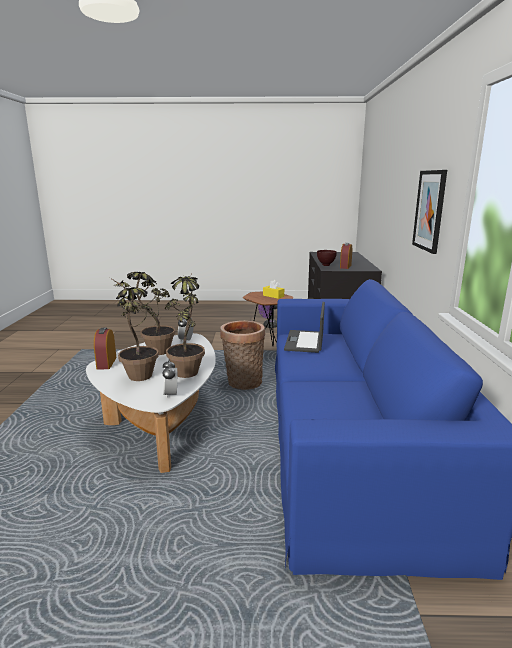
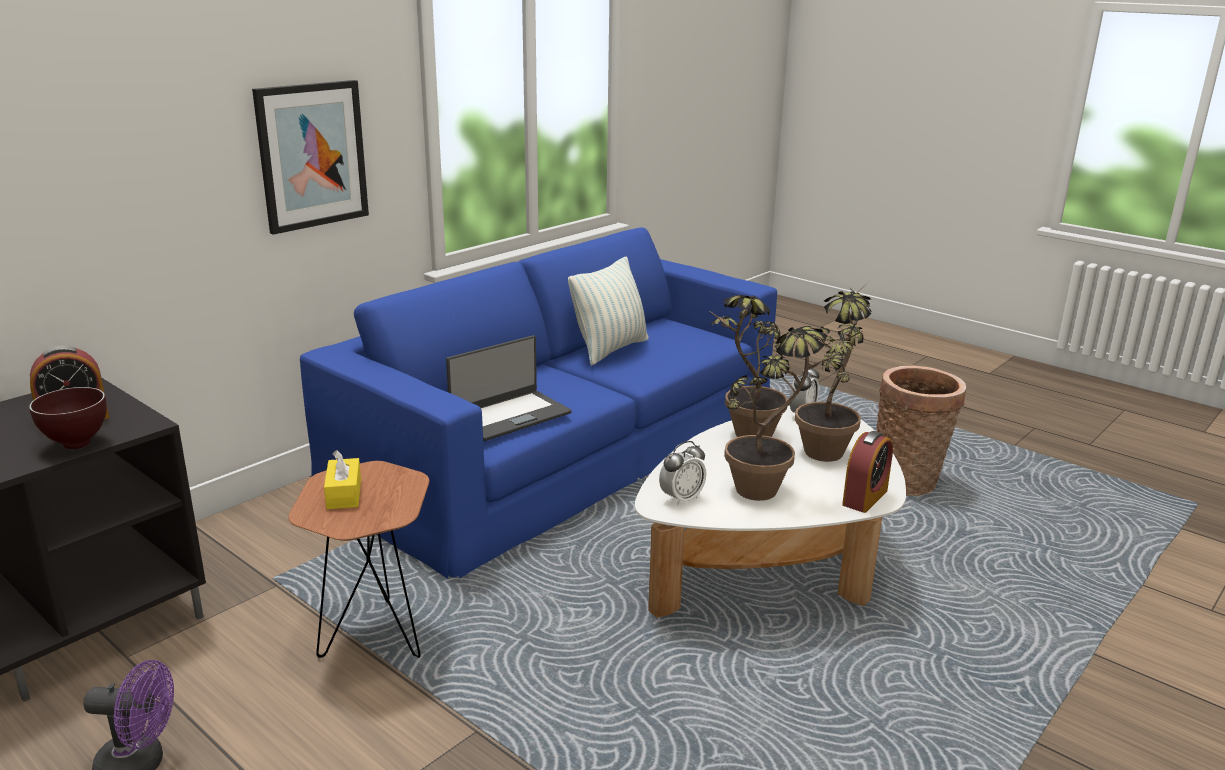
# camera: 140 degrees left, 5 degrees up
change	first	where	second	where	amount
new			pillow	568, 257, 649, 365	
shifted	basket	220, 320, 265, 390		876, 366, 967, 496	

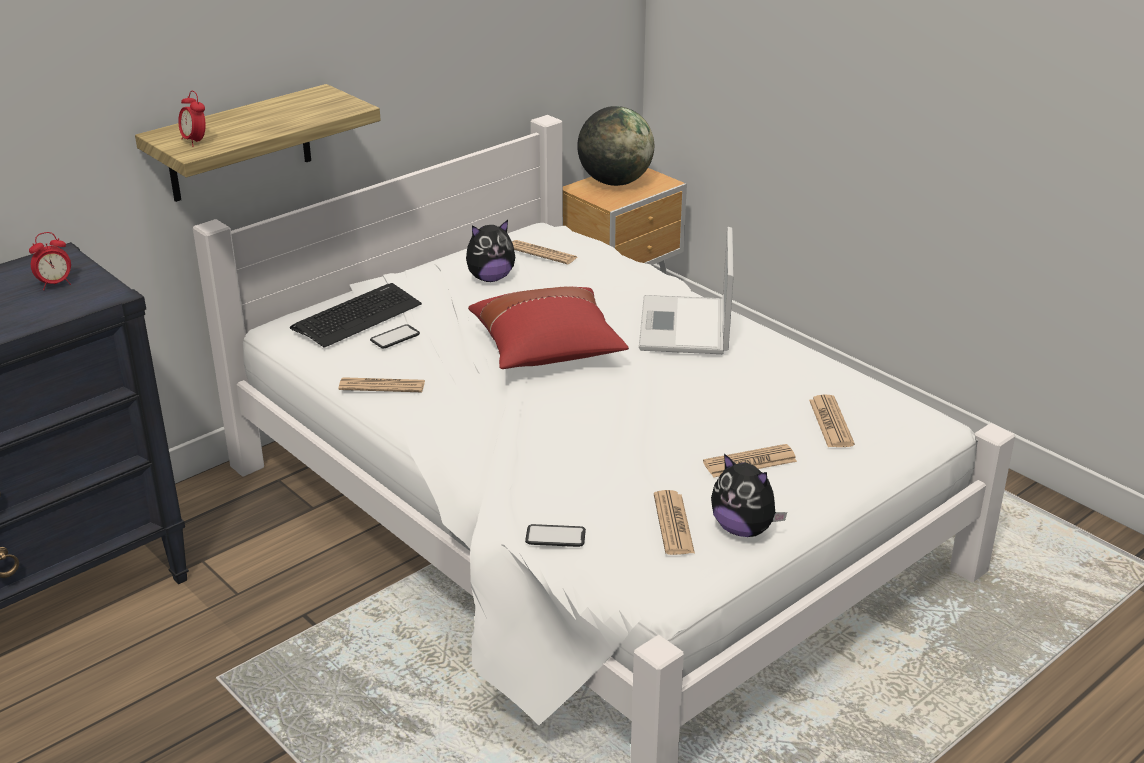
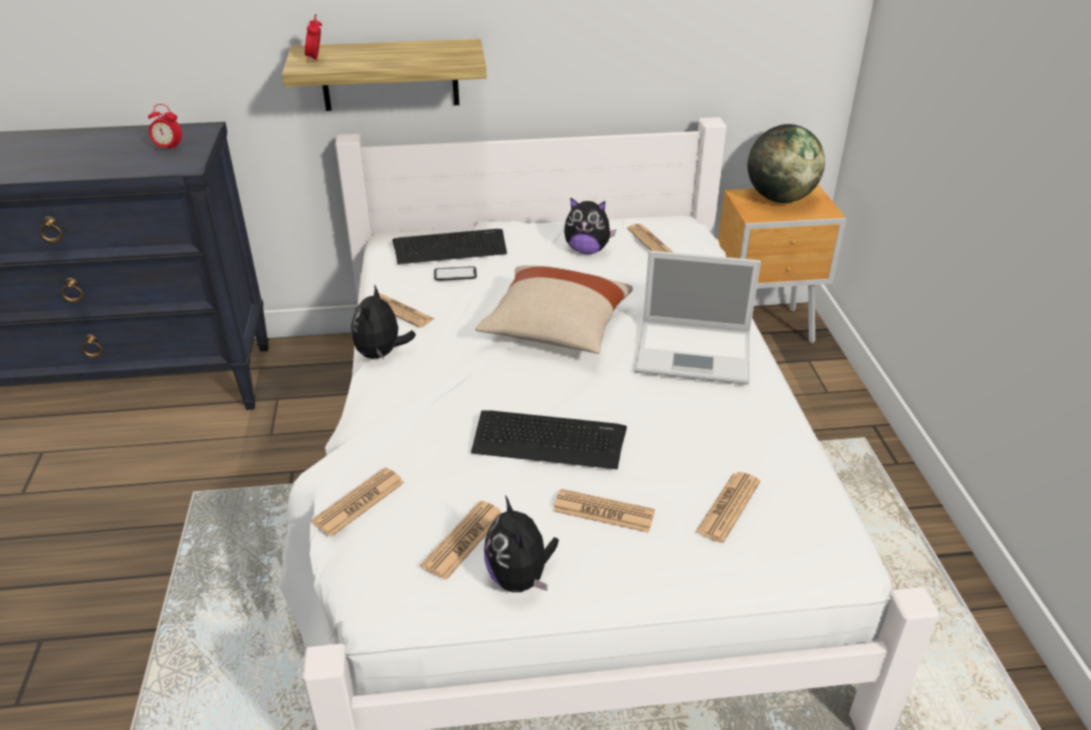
# camera: 35 degrees right, 5 degrees up
change	first	where	second	where	amount
swapped	phone	525, 524, 586, 547	newspaper	311, 468, 404, 537	
new			plush toy	351, 284, 416, 359	
new			keyboard	471, 410, 627, 470	
repainted	red pillow	468, 286, 629, 369	beige pillow	475, 265, 633, 354	
rotated	laptop	639, 227, 734, 354		635, 251, 761, 385	120 degrees counterclockwise

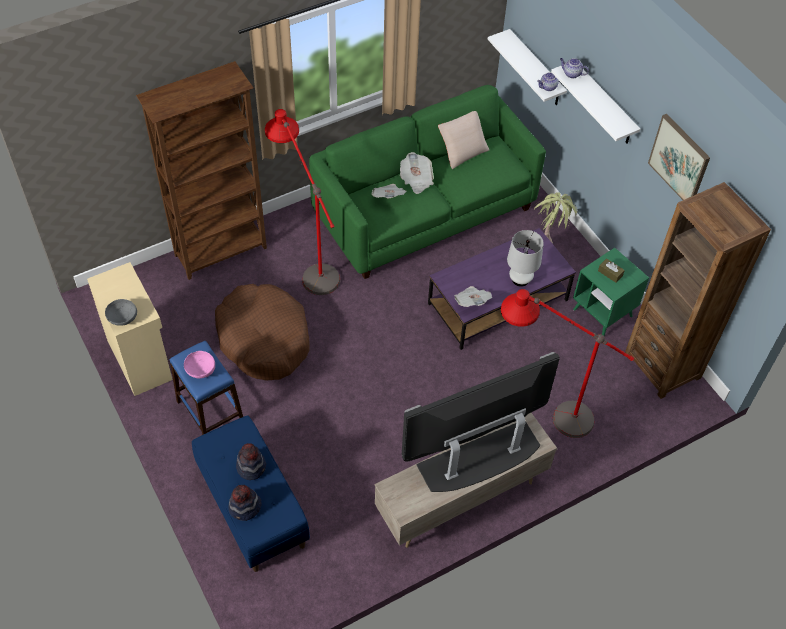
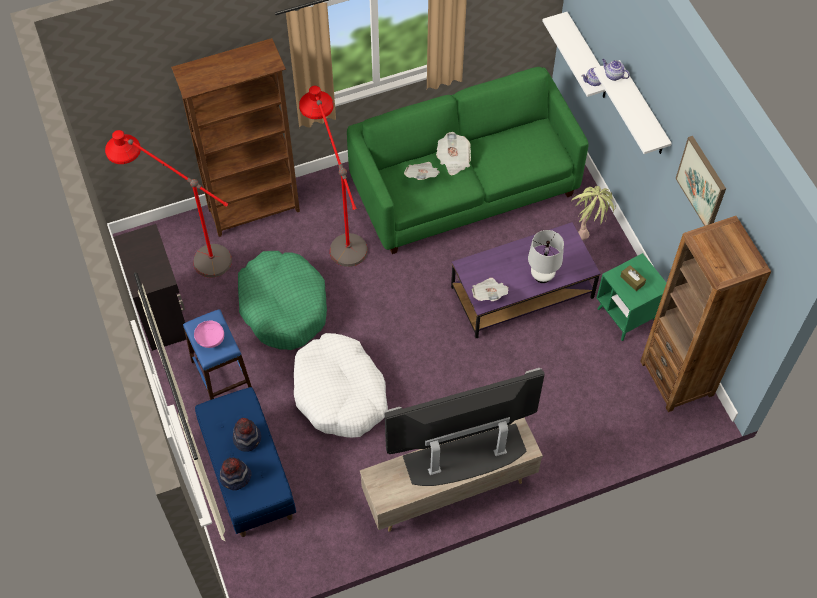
# camera: 10 degrees right, 5 degrees up
change	first	where	second	where	amount
shifted	red floor lamp	501, 289, 634, 438		105, 130, 232, 278	
repainted	beige cabinet	87, 262, 173, 396	black cabinet	113, 224, 186, 351	
repainted	brown dog bed	215, 284, 310, 380	green dog bed	238, 251, 327, 350	
new			white dog bed	294, 333, 388, 438	
gone	grey bowl	105, 299, 137, 326			
gone	beige pillow	438, 111, 489, 169			

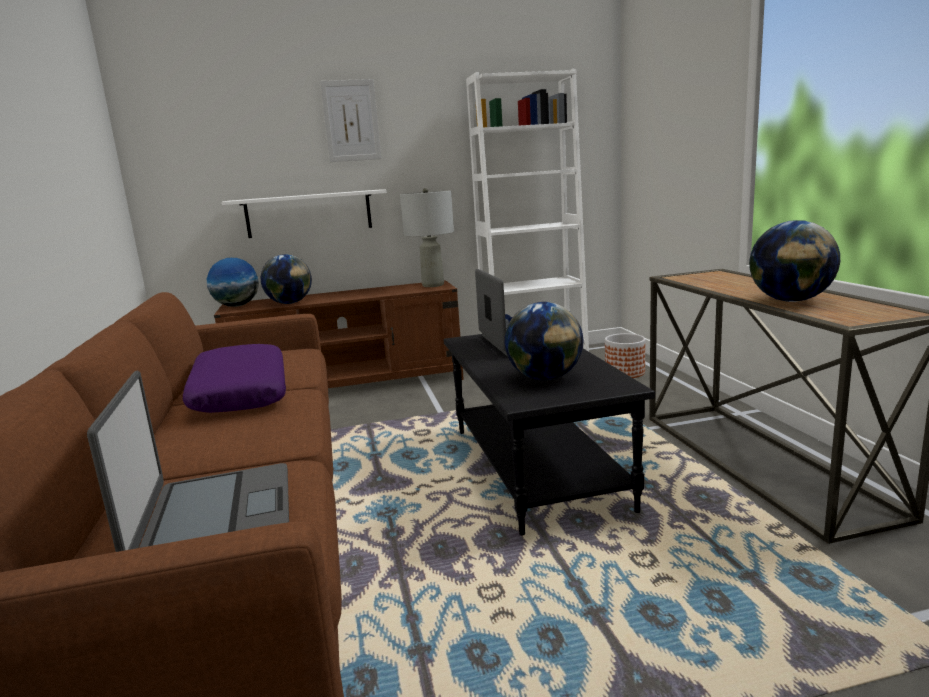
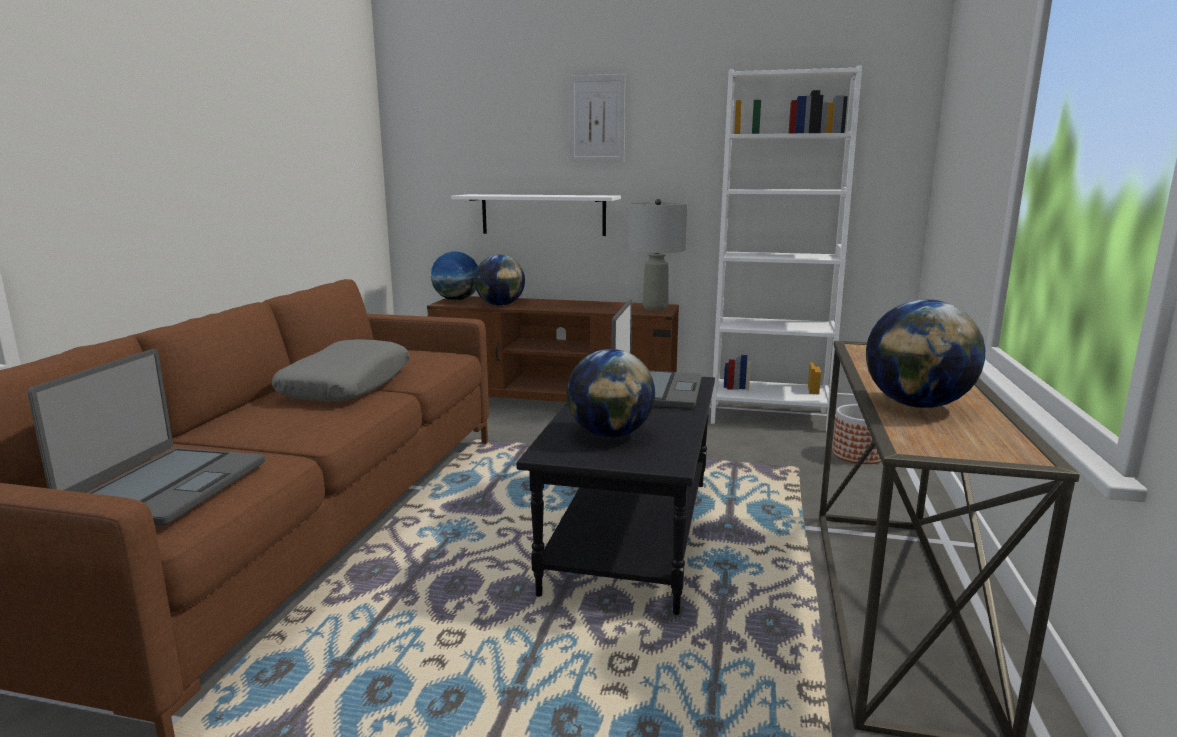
# camera: 25 degrees right, 0 degrees up
change	first	where	second	where	amount
repainted	purple pillow	183, 344, 286, 413	grey pillow	272, 339, 409, 402	

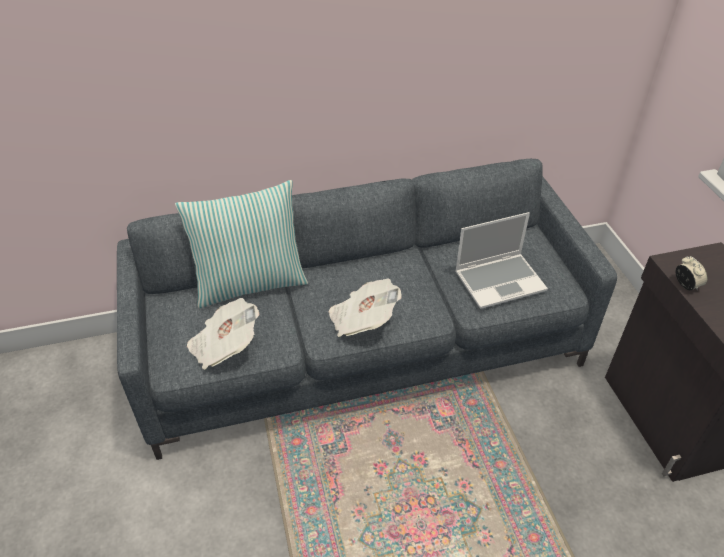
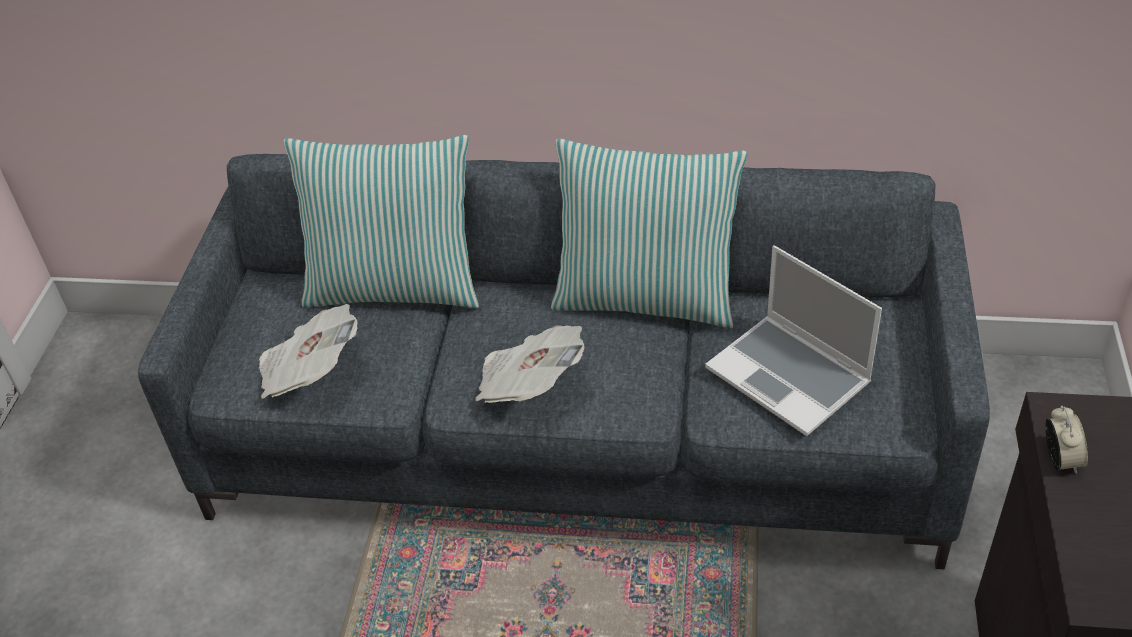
# camera: 25 degrees right, 0 degrees up
change	first	where	second	where	amount
new			pillow	551, 139, 747, 328	
rotated	laptop	455, 212, 548, 309		705, 245, 882, 436	45 degrees clockwise

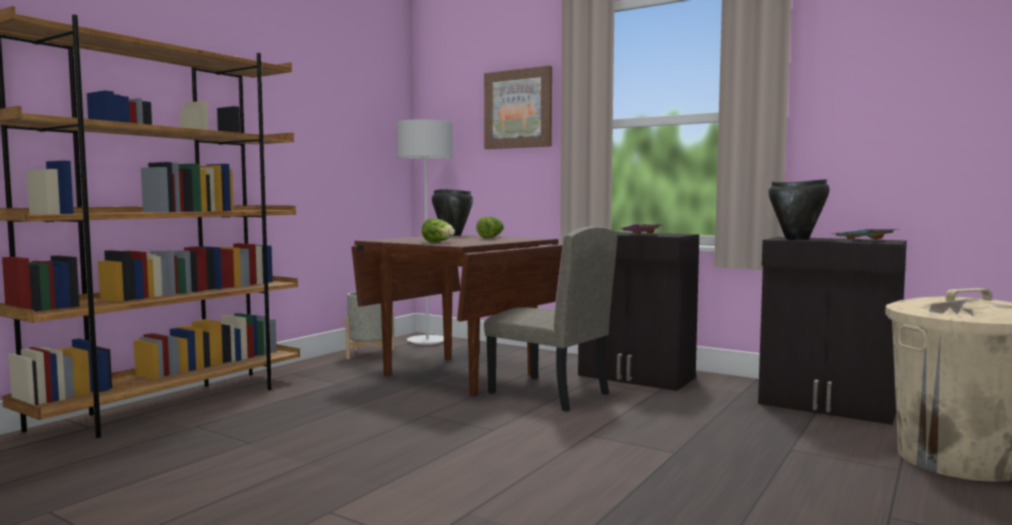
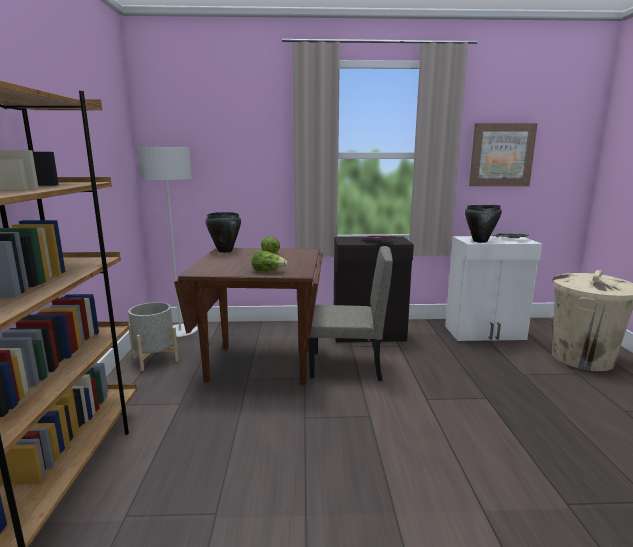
# camera: 35 degrees left, 10 degrees up
change	first	where	second	where	amount
repainted	black cabinet	758, 237, 907, 425	white cabinet	445, 236, 542, 341	
shifted	picture	484, 66, 552, 149		469, 123, 538, 186	

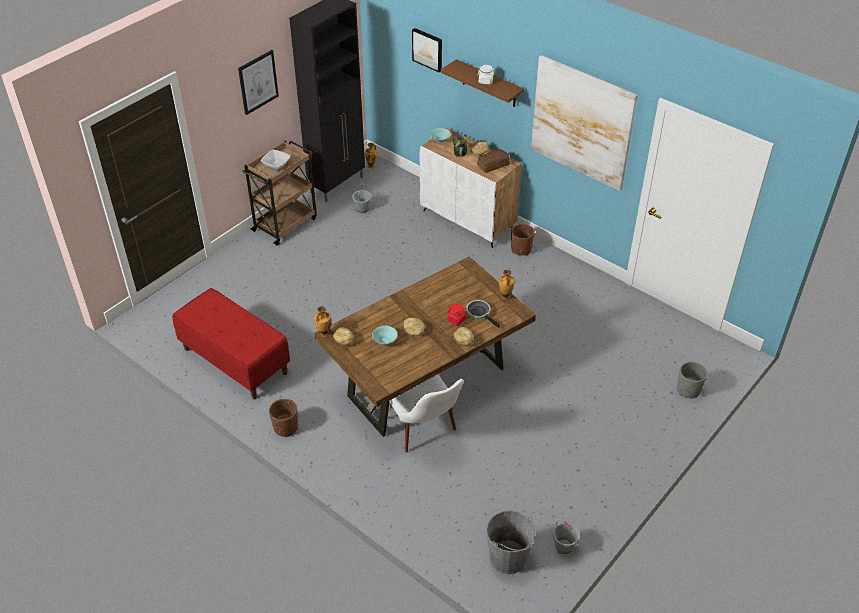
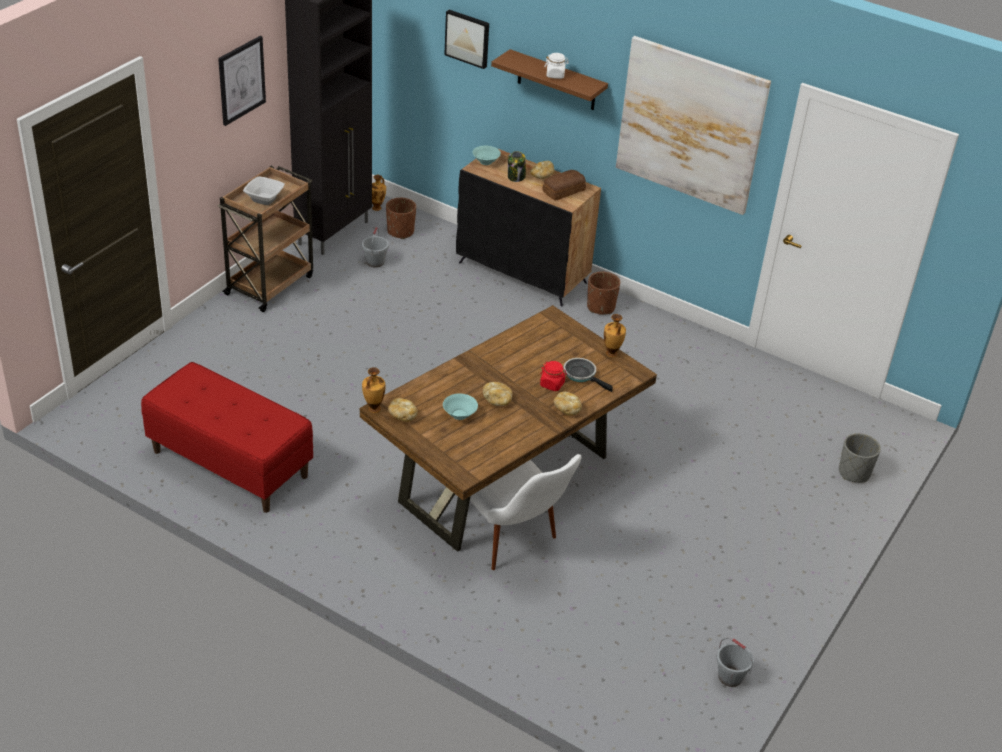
# camera: 10 degrees left, 5 degrees down
change	first	where	second	where	amount
shifted	brown planter	269, 399, 298, 437		386, 198, 416, 239	
repainted	white cabinet	419, 128, 522, 248	black cabinet	456, 148, 601, 307	
gone	grey bucket	486, 510, 535, 574			

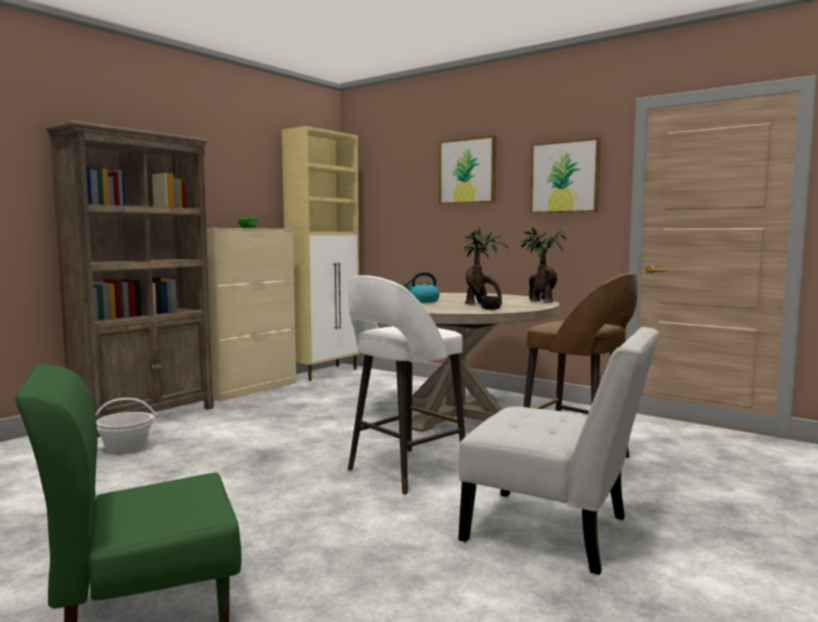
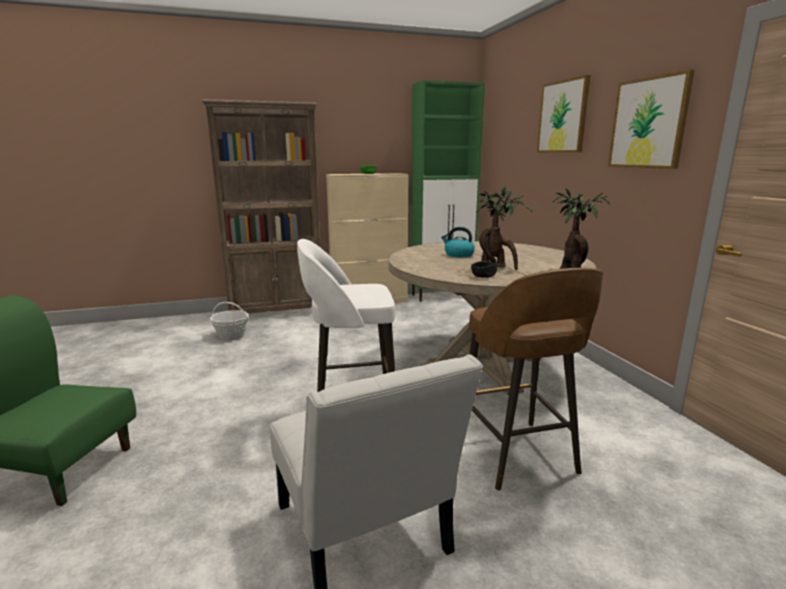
# camera: 35 degrees right, 10 degrees up
change	first	where	second	where	amount
repainted	beige cabinet	282, 126, 360, 381	green cabinet	411, 80, 485, 302	

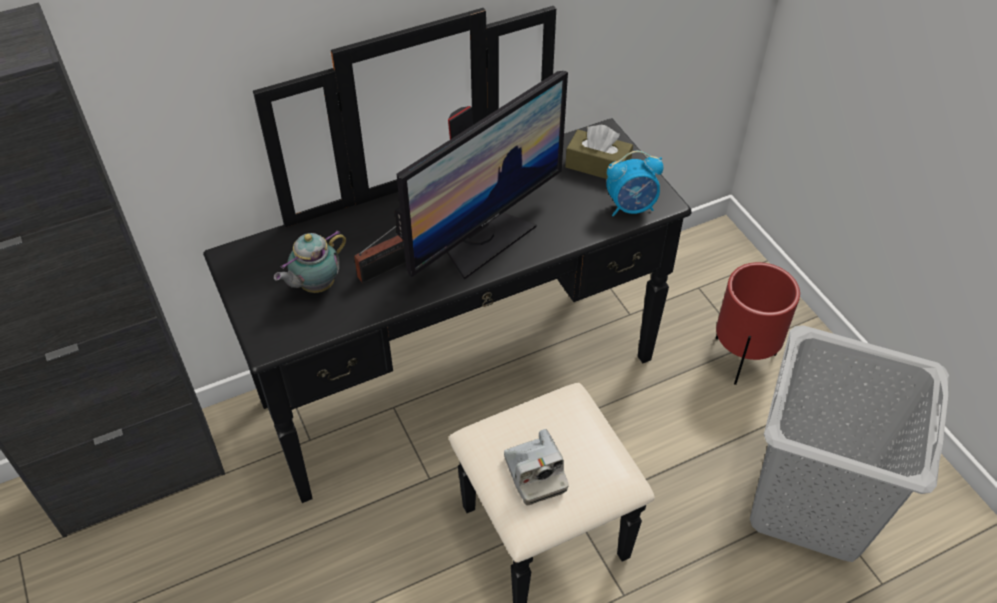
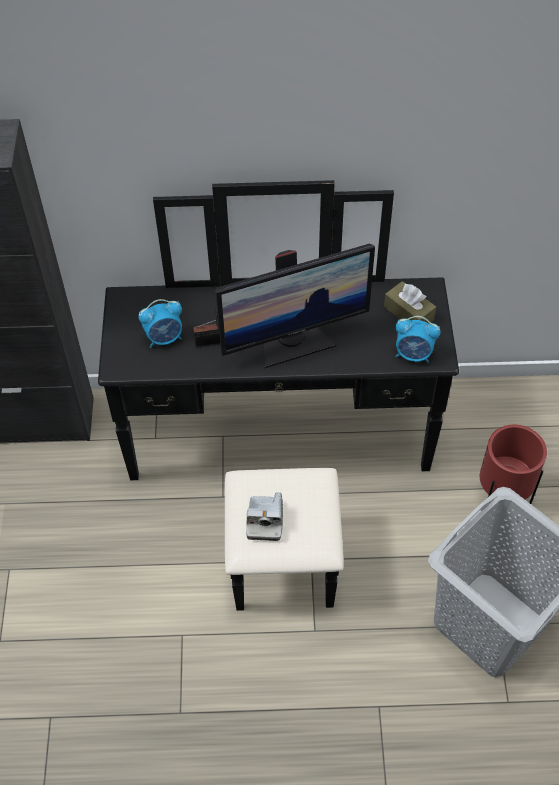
# camera: 25 degrees right, 5 degrees up
change	first	where	second	where	amount
swapped	teapot	274, 230, 346, 293	alarm clock	138, 299, 182, 348	

